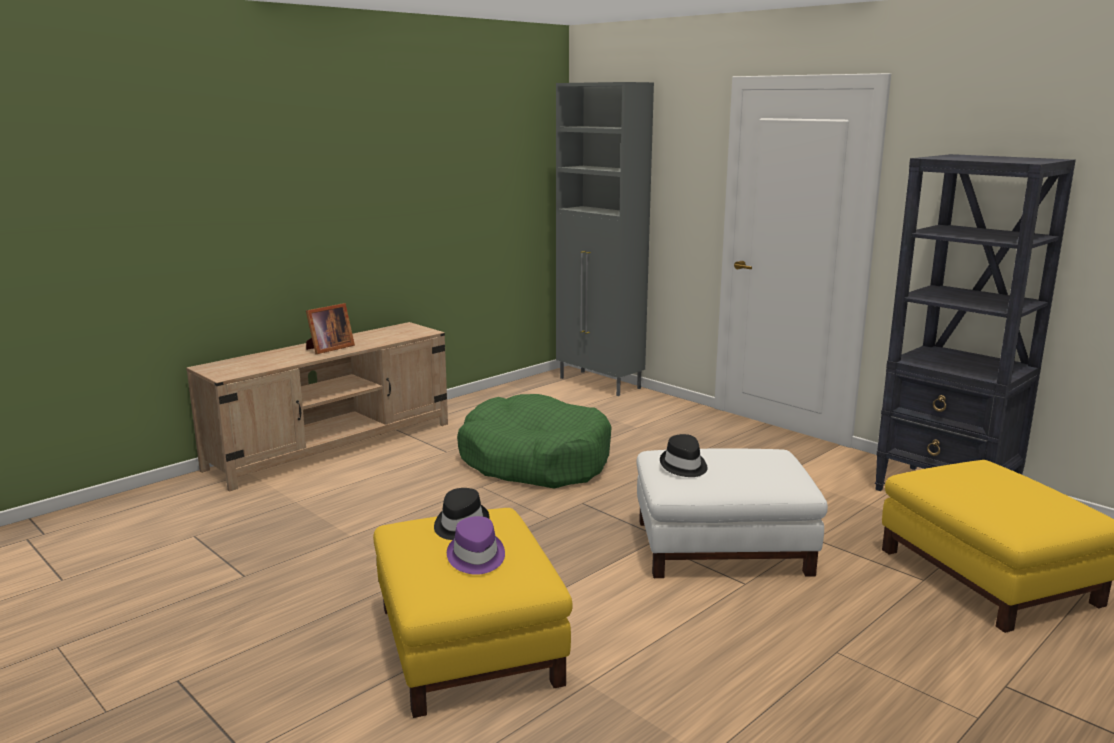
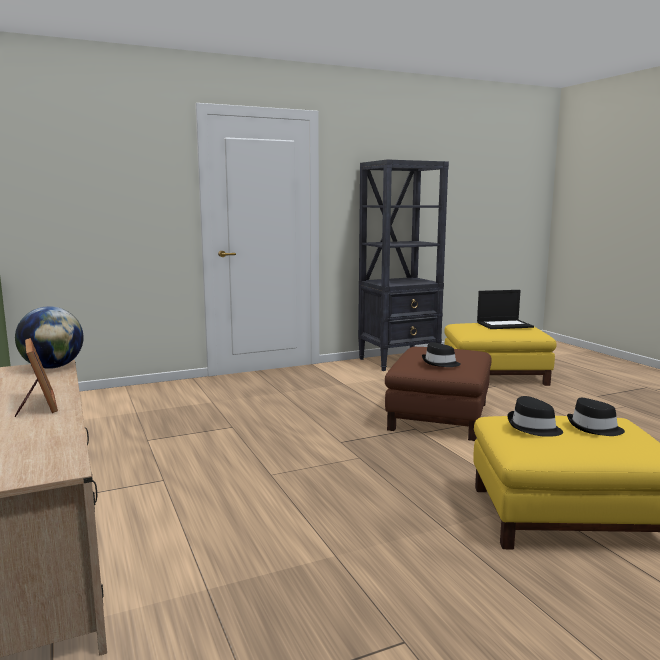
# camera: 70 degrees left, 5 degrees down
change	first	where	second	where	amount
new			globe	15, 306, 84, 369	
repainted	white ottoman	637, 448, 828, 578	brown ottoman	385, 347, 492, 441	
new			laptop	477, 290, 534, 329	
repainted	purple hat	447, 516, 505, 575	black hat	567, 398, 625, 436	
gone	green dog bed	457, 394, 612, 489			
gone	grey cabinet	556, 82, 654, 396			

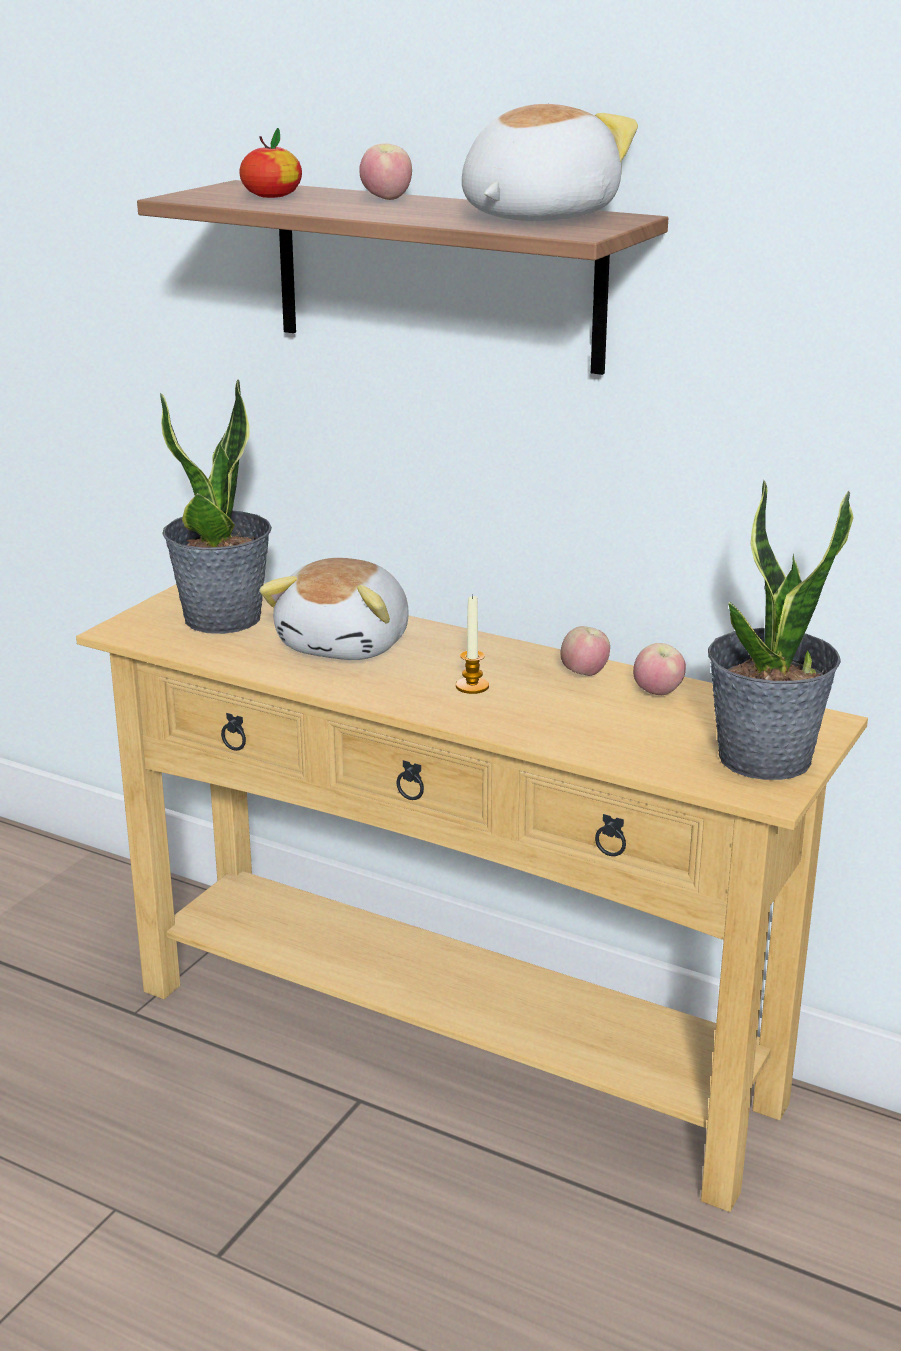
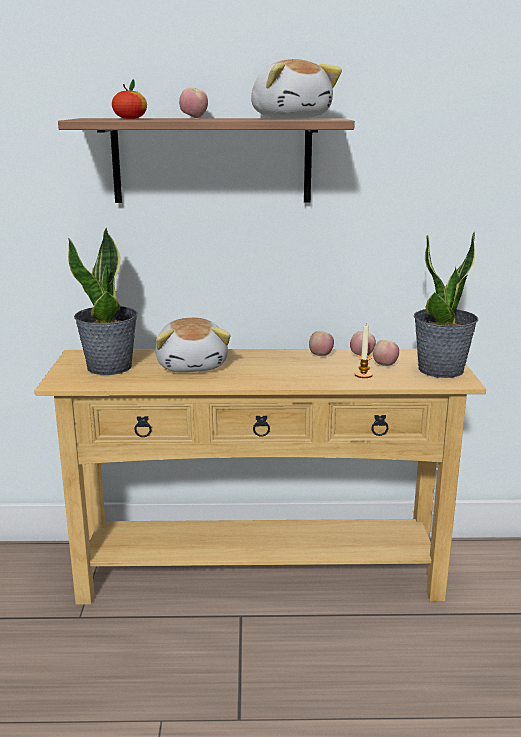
# camera: 30 degrees left, 5 degrees down
change	first	where	second	where	amount
rotated	plush toy	462, 104, 638, 221		251, 59, 342, 119	150 degrees clockwise
shifted	candle	456, 594, 489, 694		355, 325, 373, 378	
new			apple	373, 340, 399, 366	

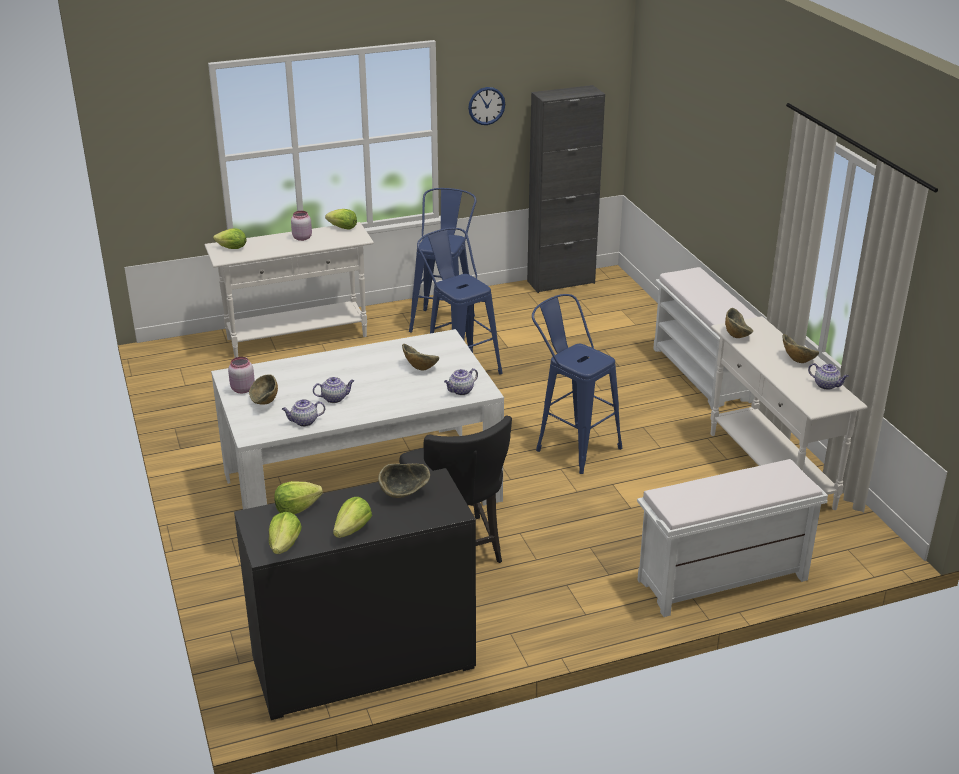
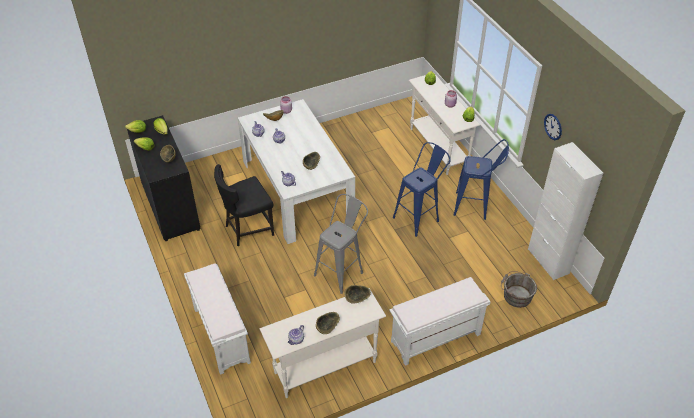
# camera: 85 degrees right, 15 degrees up
change	first	where	second	where	amount
repainted	blue stool	532, 294, 622, 474	grey stool	314, 194, 368, 294	
new			grey bucket	501, 271, 537, 308	
repainted	black cabinet	527, 85, 605, 293	white cabinet	528, 142, 603, 280	

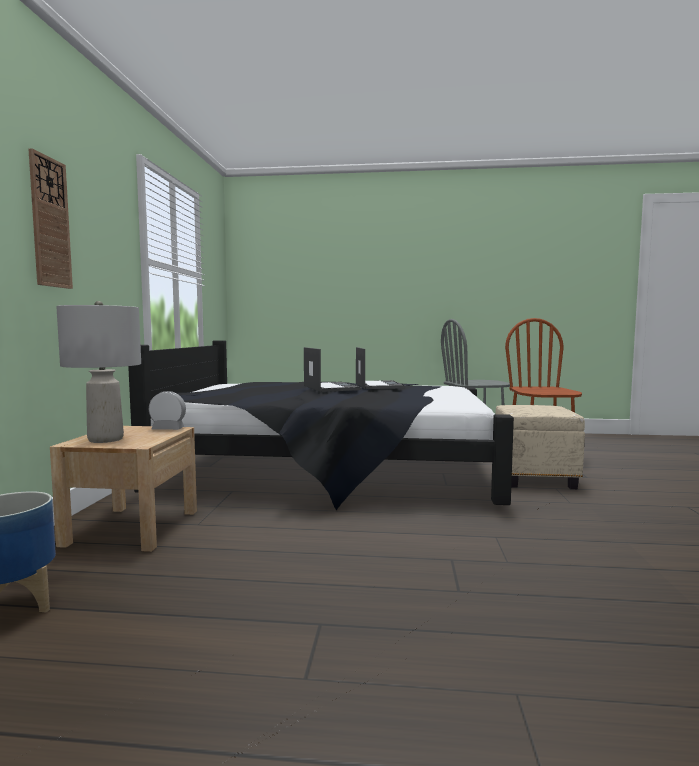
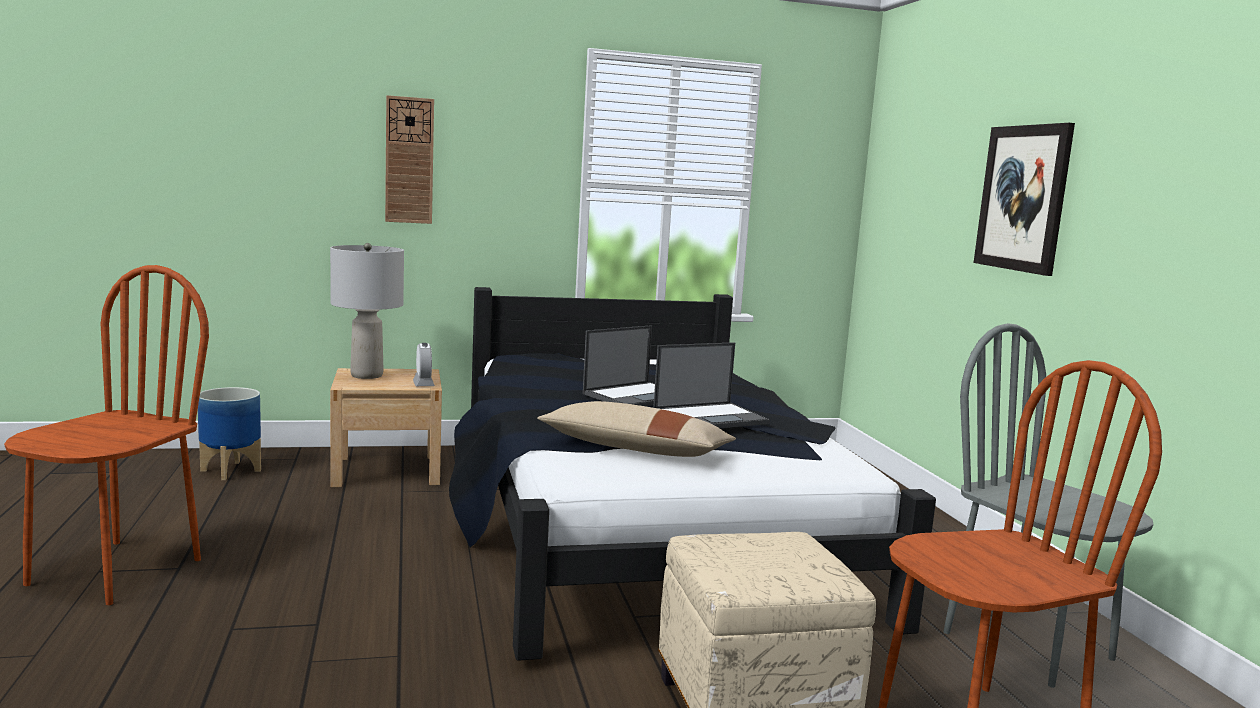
# camera: 70 degrees right, 5 degrees up
change	first	where	second	where	amount
new			brown chair	4, 265, 209, 605	
new			beige pillow	537, 401, 736, 457	
new			picture	974, 123, 1075, 276	

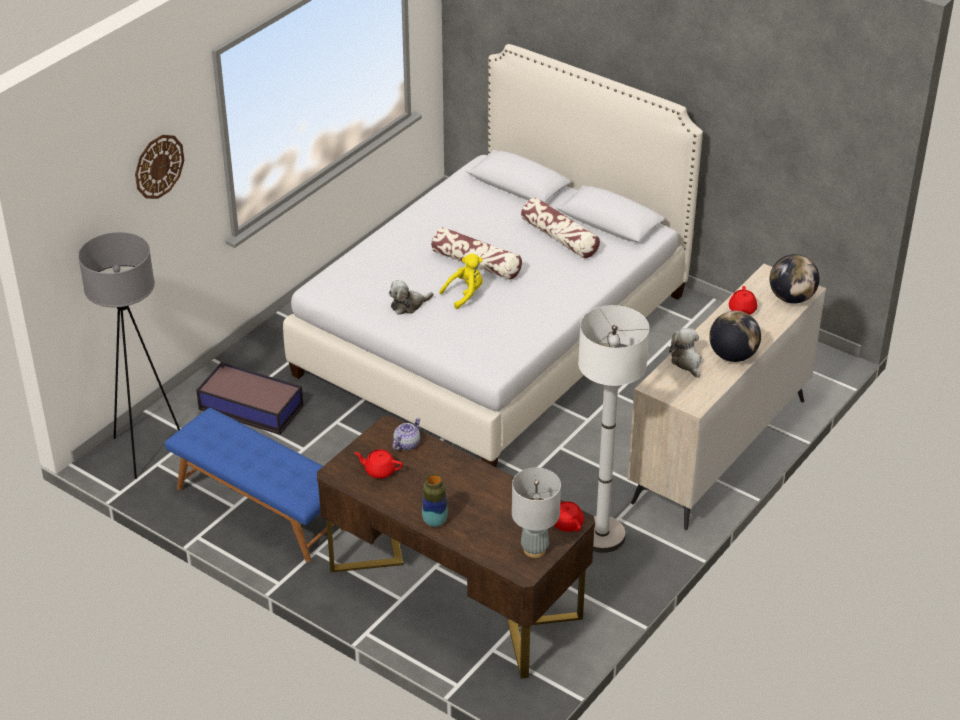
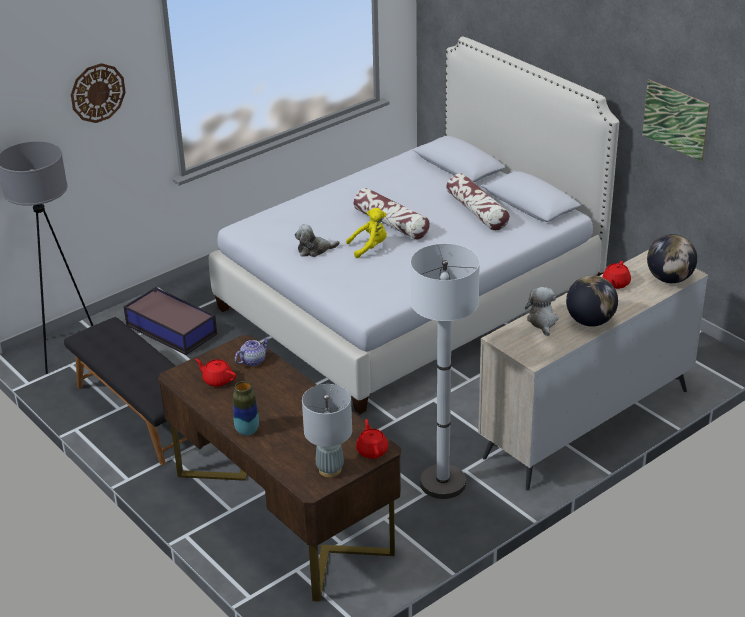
# camera: 15 degrees right, 5 degrees down
change	first	where	second	where	amount
repainted	blue bench	165, 408, 345, 562	black bench	64, 317, 188, 465	
new			picture	642, 80, 710, 161	

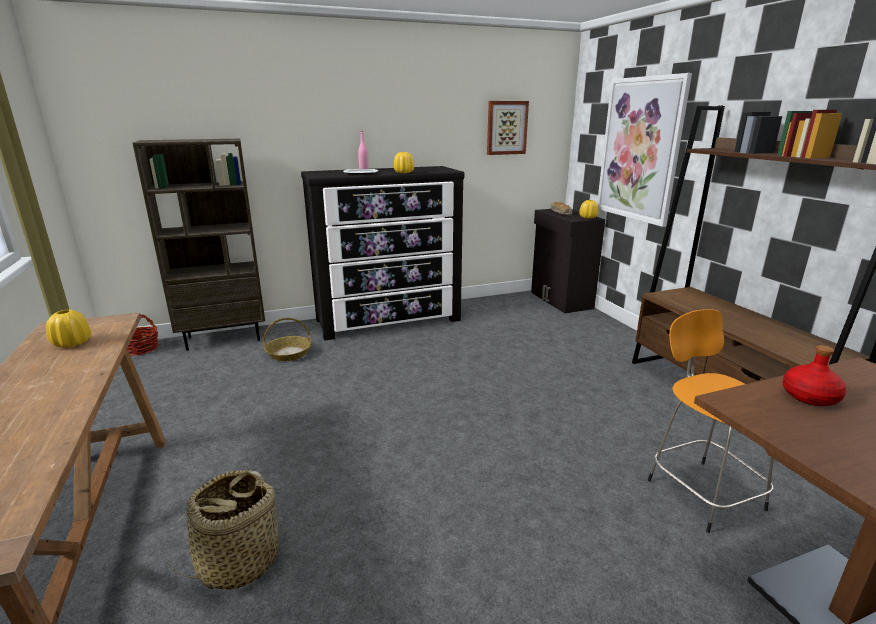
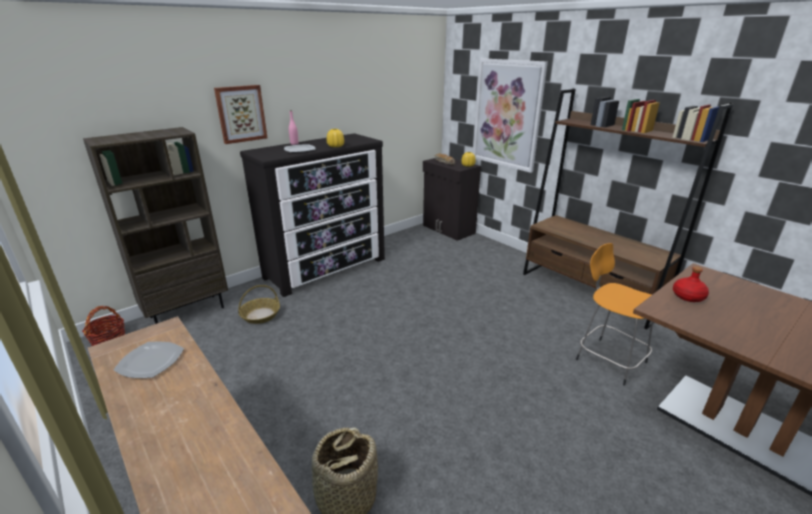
# camera: 20 degrees left, 5 degrees up
change	first	where	second	where	amount
swapped	yellow vase	46, 310, 91, 348	plate	114, 342, 184, 378	
shifted	picture	487, 101, 529, 155		214, 85, 267, 144	

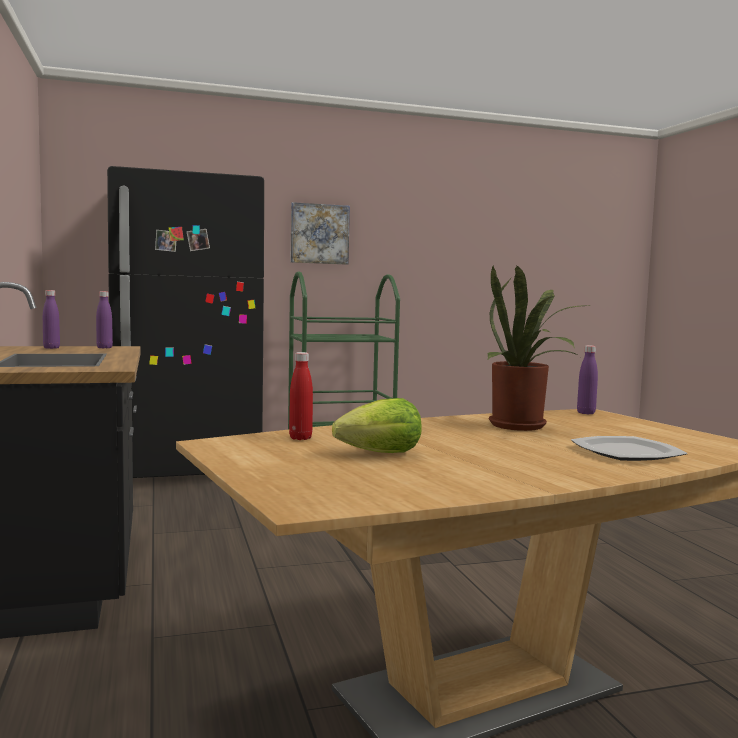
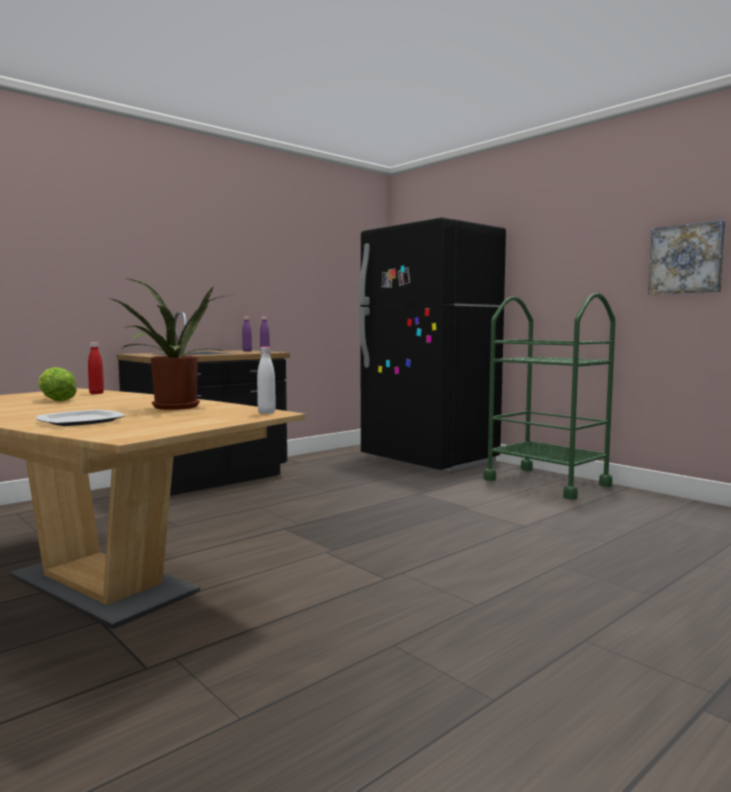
# camera: 65 degrees right, 0 degrees up
change	first	where	second	where	amount
repainted	purple bottle	577, 345, 598, 414	white bottle	257, 347, 276, 414	
shifted	picture	290, 202, 350, 264		648, 220, 726, 295	

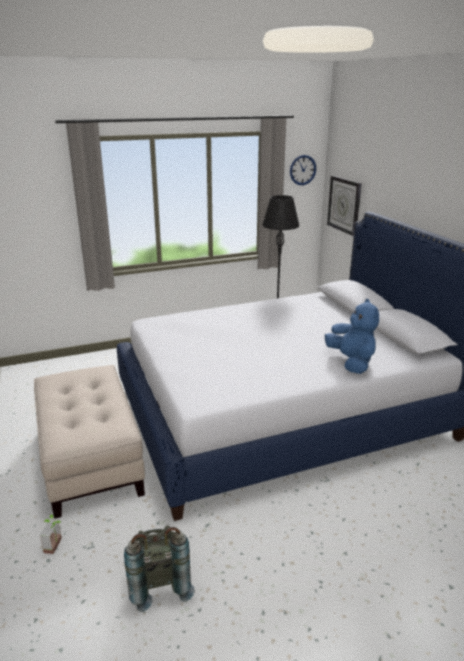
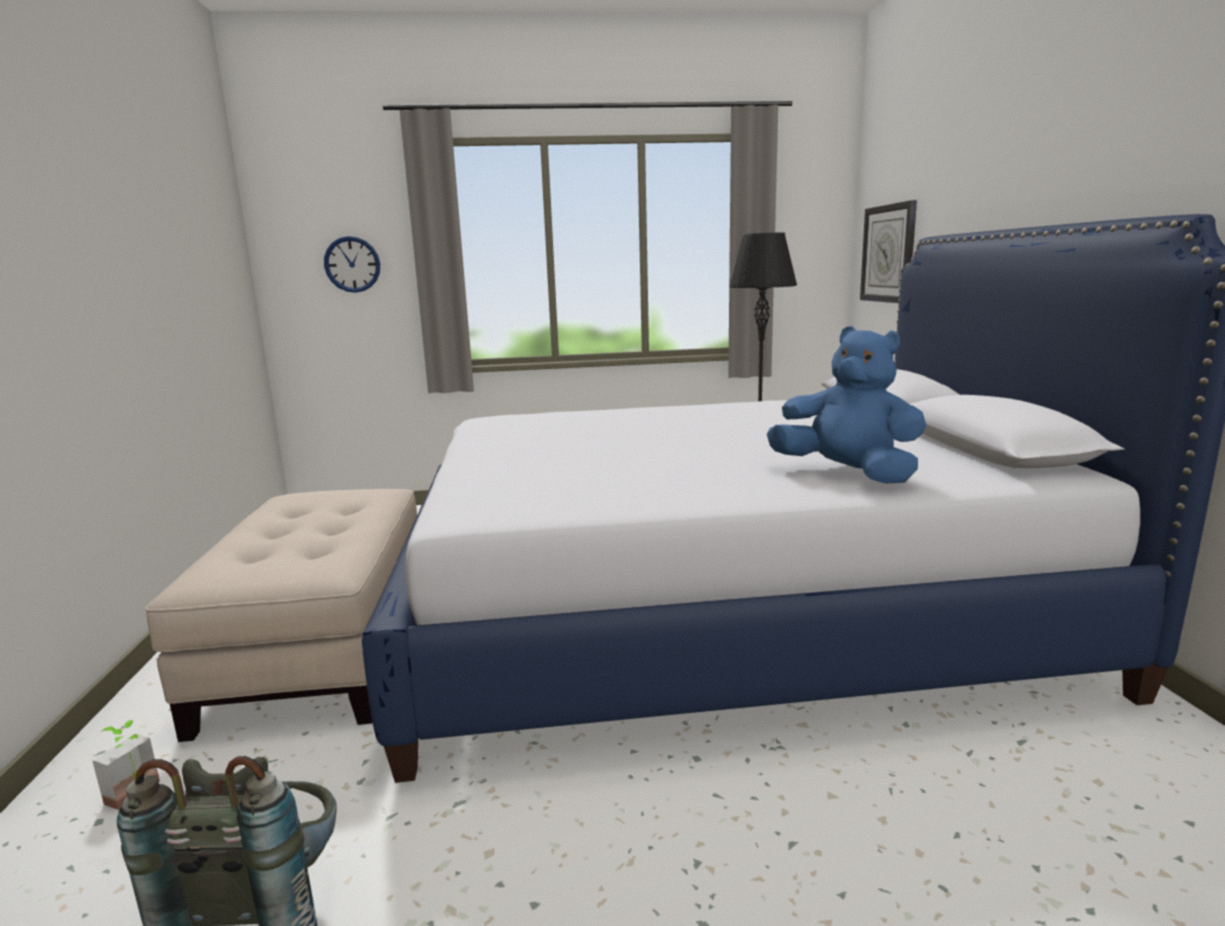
# camera: 15 degrees right, 10 degrees down
change	first	where	second	where	amount
shifted	wall clock	290, 155, 316, 185		324, 236, 380, 293	
rotated	blue plush toy	325, 299, 379, 374		767, 326, 926, 483	45 degrees counterclockwise

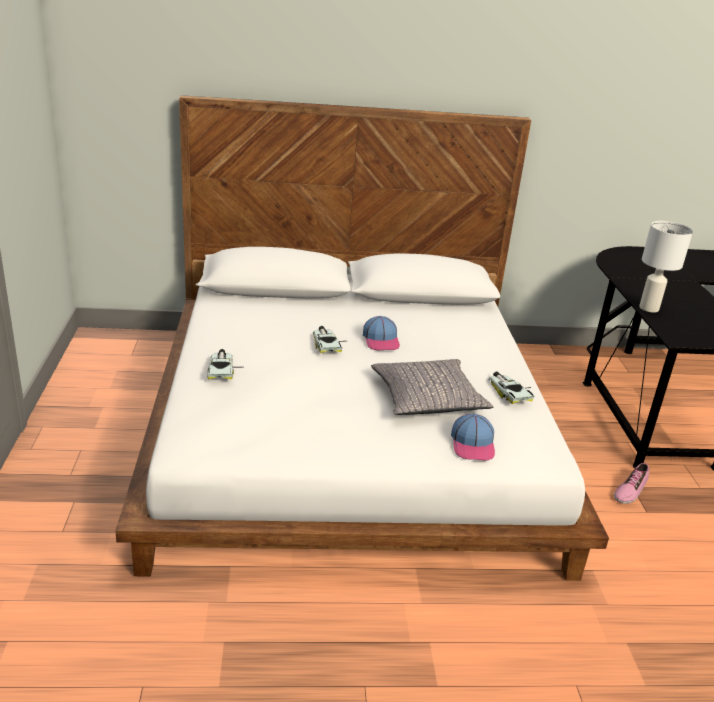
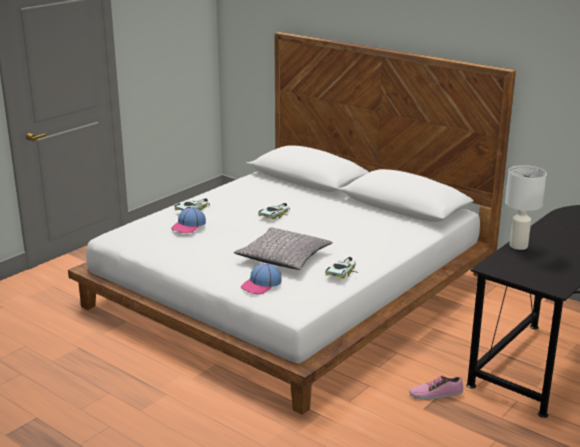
# camera: 45 degrees right, 5 degrees down
change	first	where	second	where	amount
shifted	cap	363, 316, 400, 350		171, 207, 206, 233	

